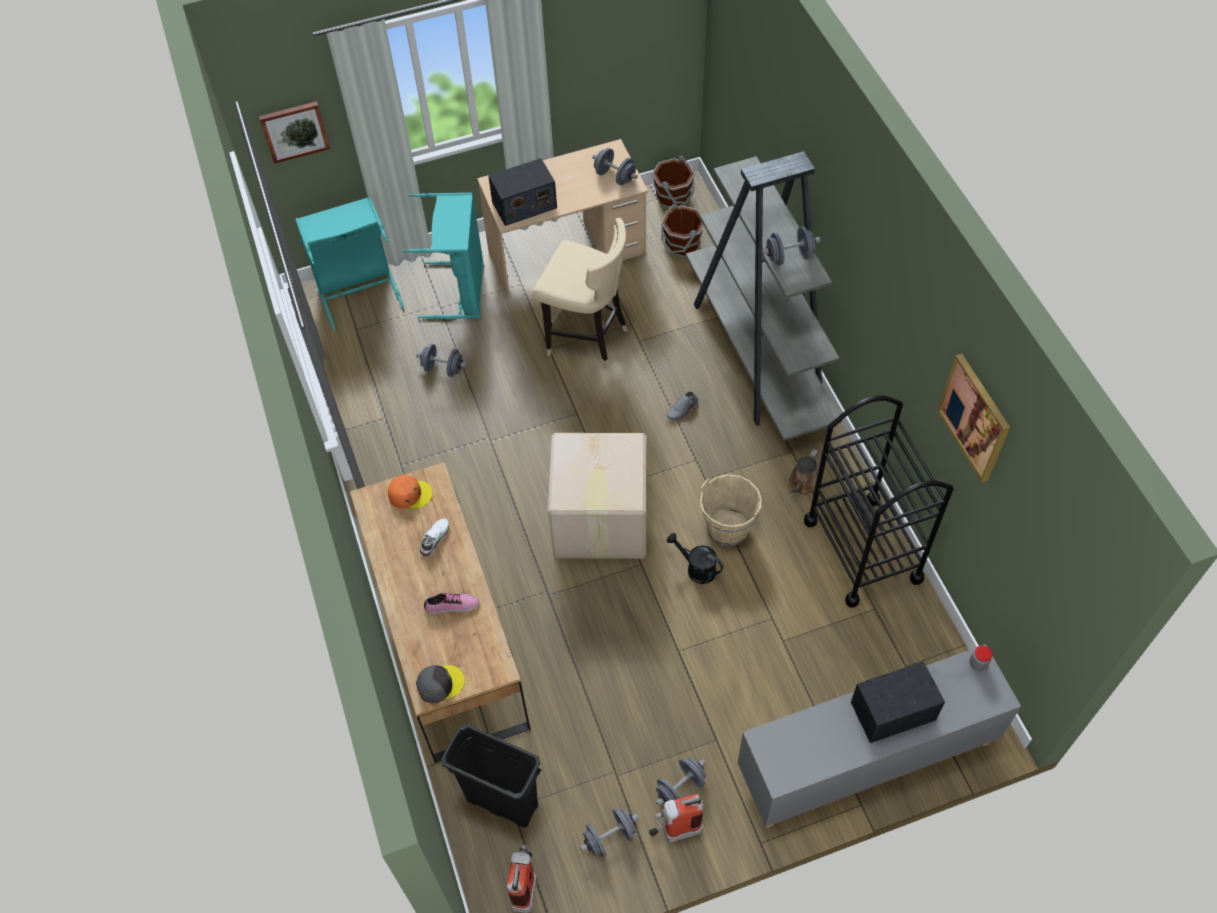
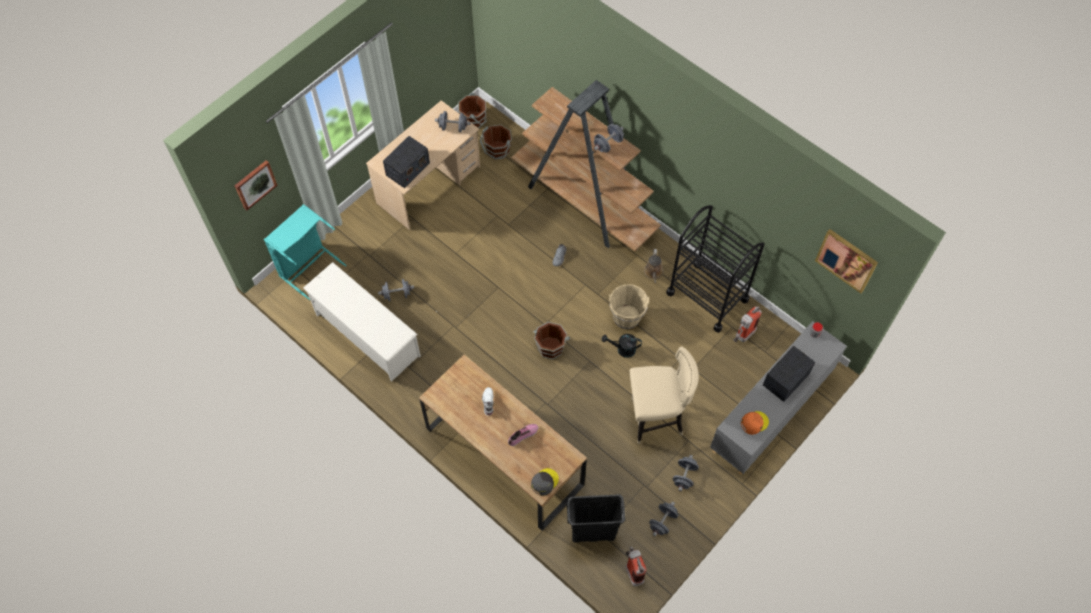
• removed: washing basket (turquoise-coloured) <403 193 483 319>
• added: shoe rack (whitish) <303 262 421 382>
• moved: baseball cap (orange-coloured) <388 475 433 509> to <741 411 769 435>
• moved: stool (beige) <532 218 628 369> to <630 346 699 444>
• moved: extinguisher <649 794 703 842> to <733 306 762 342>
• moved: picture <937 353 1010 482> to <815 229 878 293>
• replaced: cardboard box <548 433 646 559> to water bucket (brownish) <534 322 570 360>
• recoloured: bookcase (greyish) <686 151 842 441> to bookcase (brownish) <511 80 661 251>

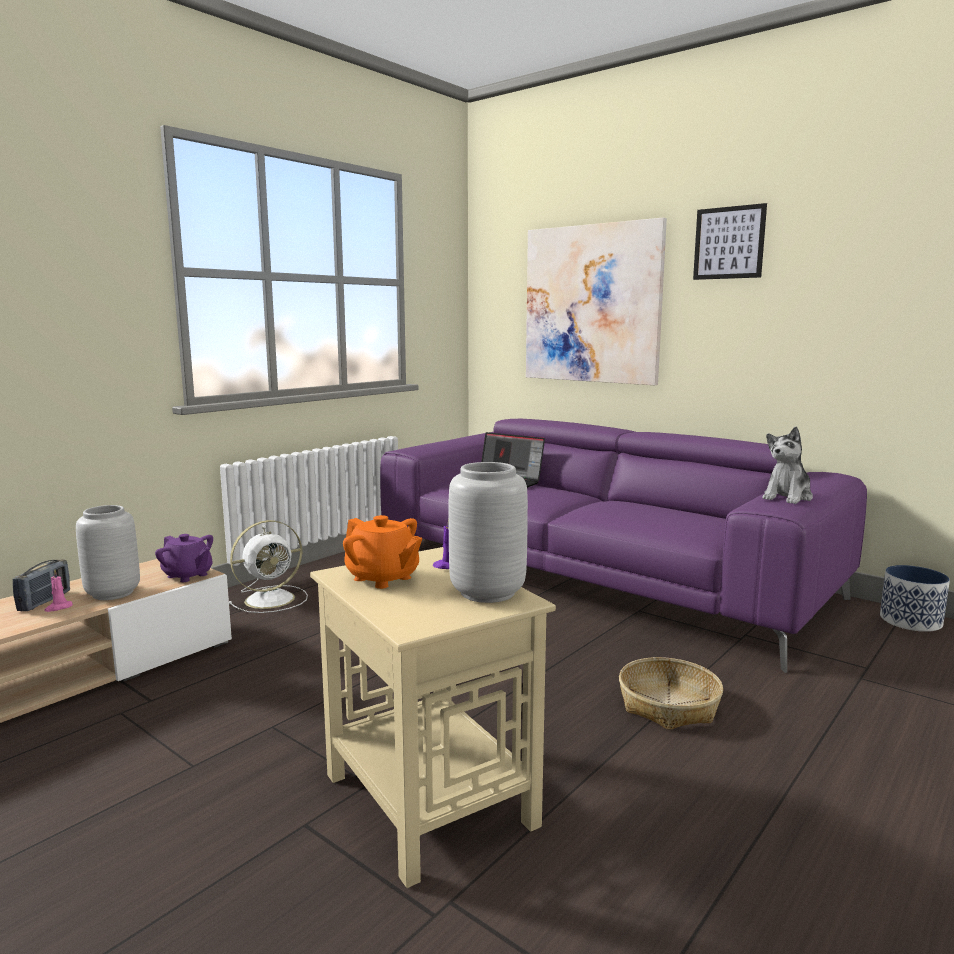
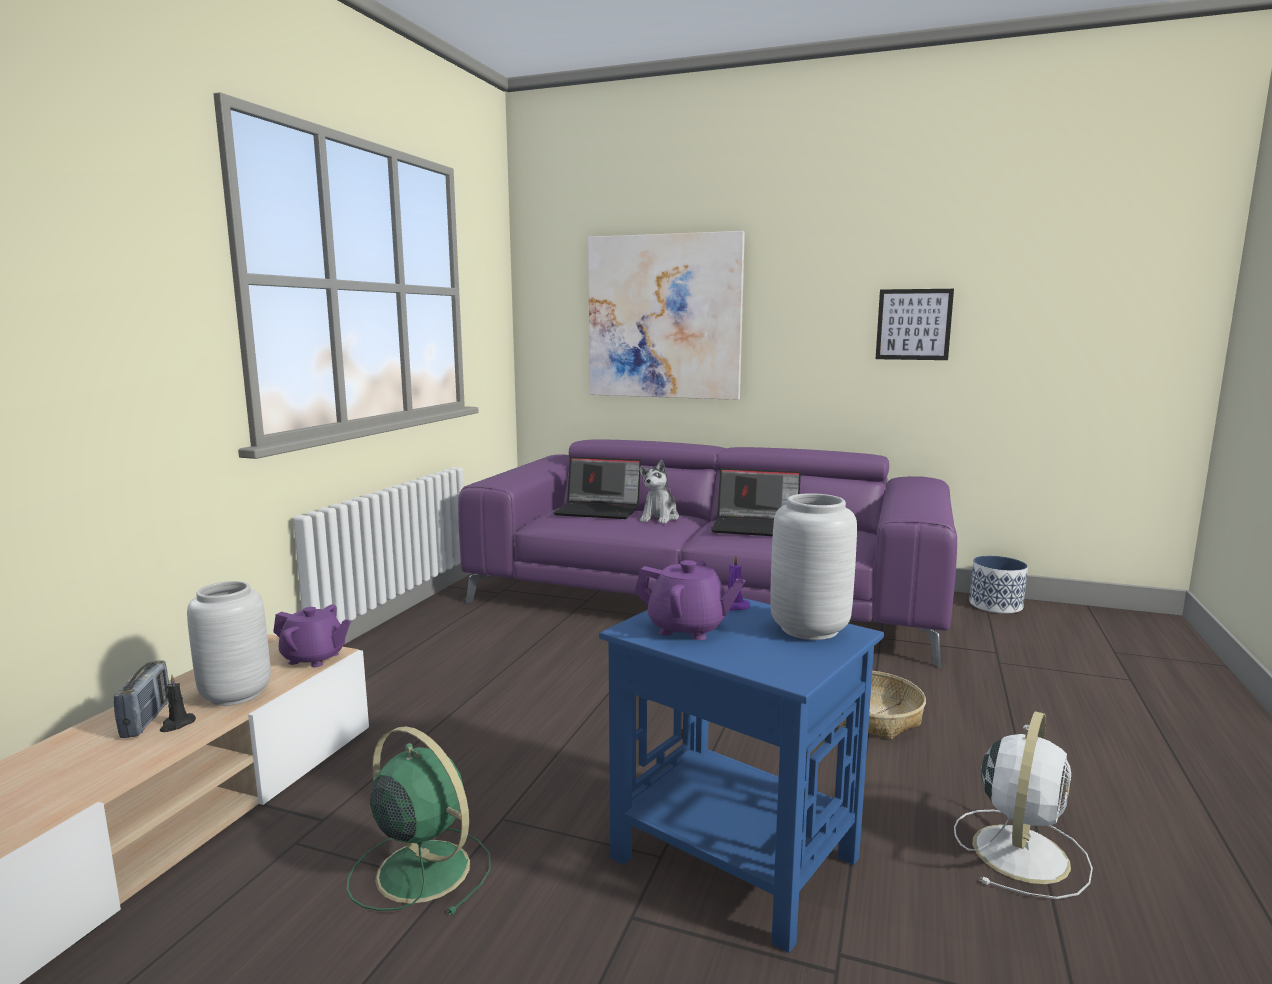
• added: fan (green-coloured) <347 726 491 915>
• added: notebook computer <711 468 801 536>
• moved: fan (whitish) <229 520 308 613> to <954 711 1093 899>
• moved: picture <693 203 767 280> to <876 289 954 360>
• moved: soft toy <762 427 813 504> to <640 460 679 524>
• recoloured: wax candle (pink-coloured) <44 569 73 612> to wax candle (blackish) <159 675 196 732>
• recoloured: end table (beige) <310 547 556 888> to end table (blue-coloured) <599 598 884 953>
• recoloured: tea pot (orange-coloured) <343 515 422 589> to tea pot (purple-coloured) <634 560 745 640>

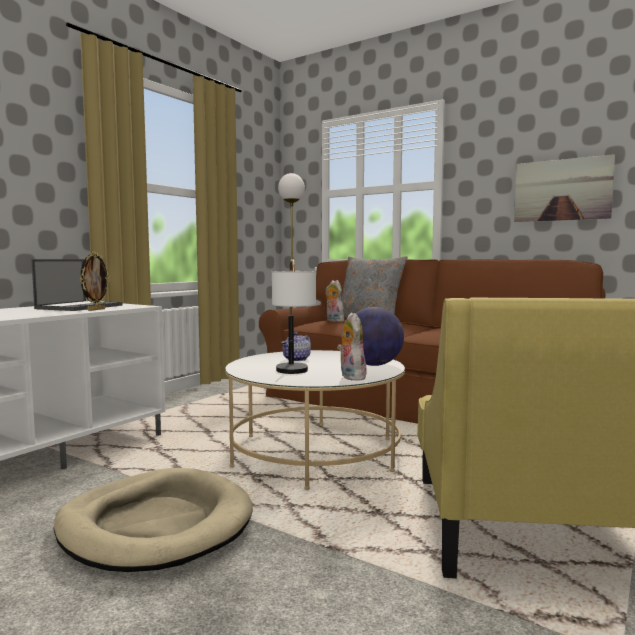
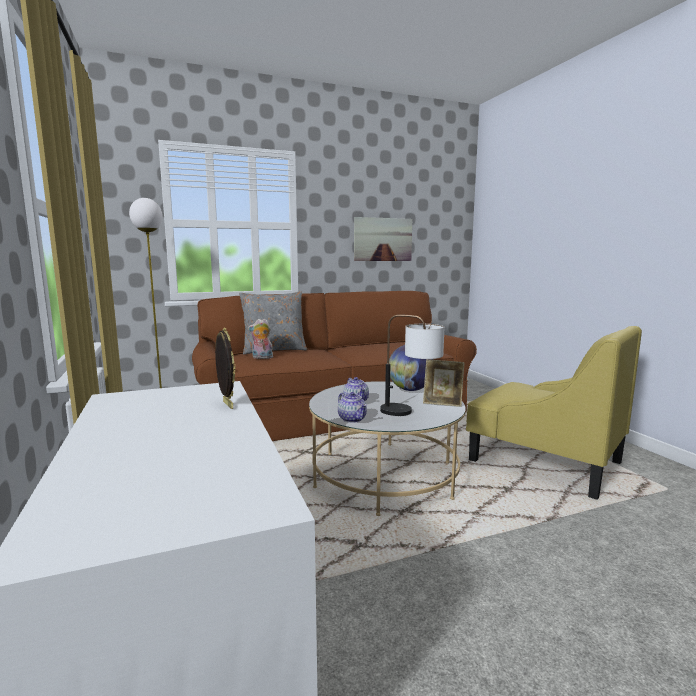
• removed: notebook computer <31 259 123 311>
• removed: dog cushion (beige) <53 468 253 572>
• added: tea pot <338 392 367 423>
• replaced: soft toy <337 312 367 381> to picture frame <423 359 465 407>

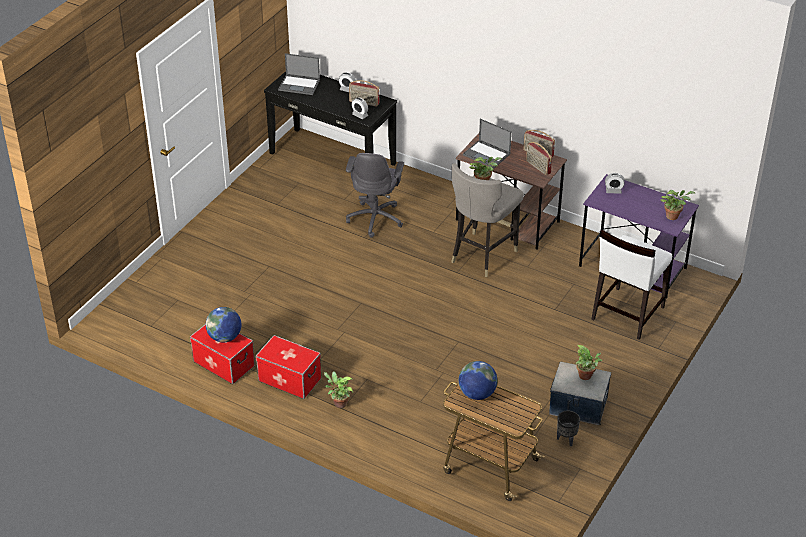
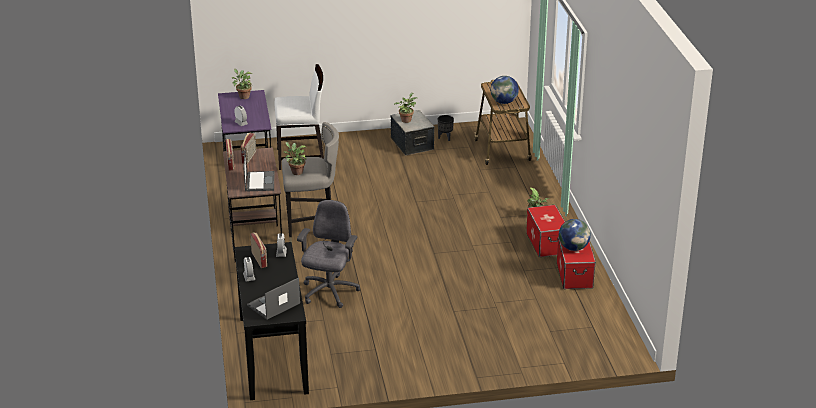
• turned: notebook computer <278 53 320 95> = <247 278 300 320> 105 degrees counterclockwise
• turned: office chair (greyish) <346 153 404 238> = <297 200 360 308> 45 degrees counterclockwise

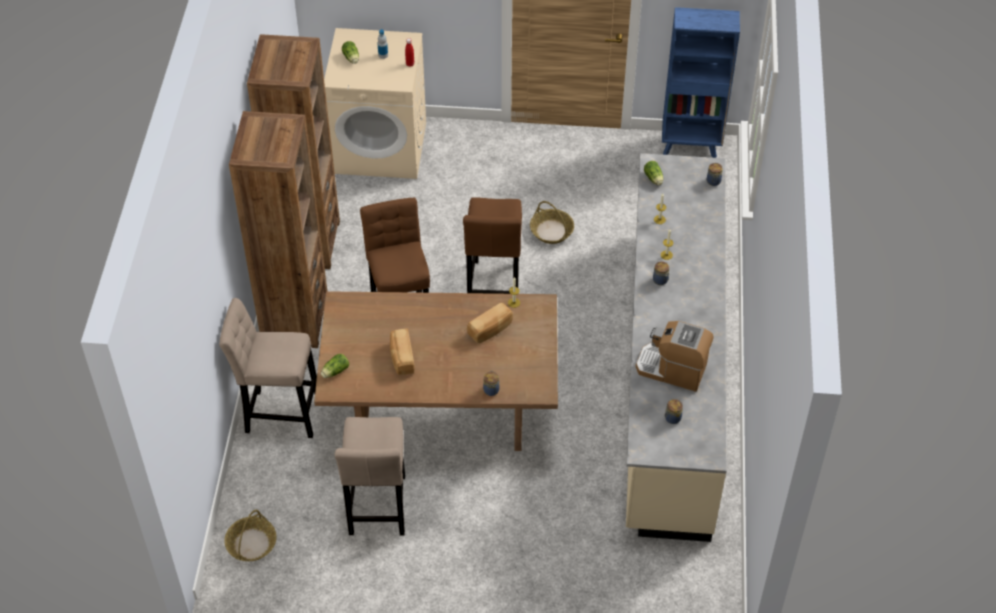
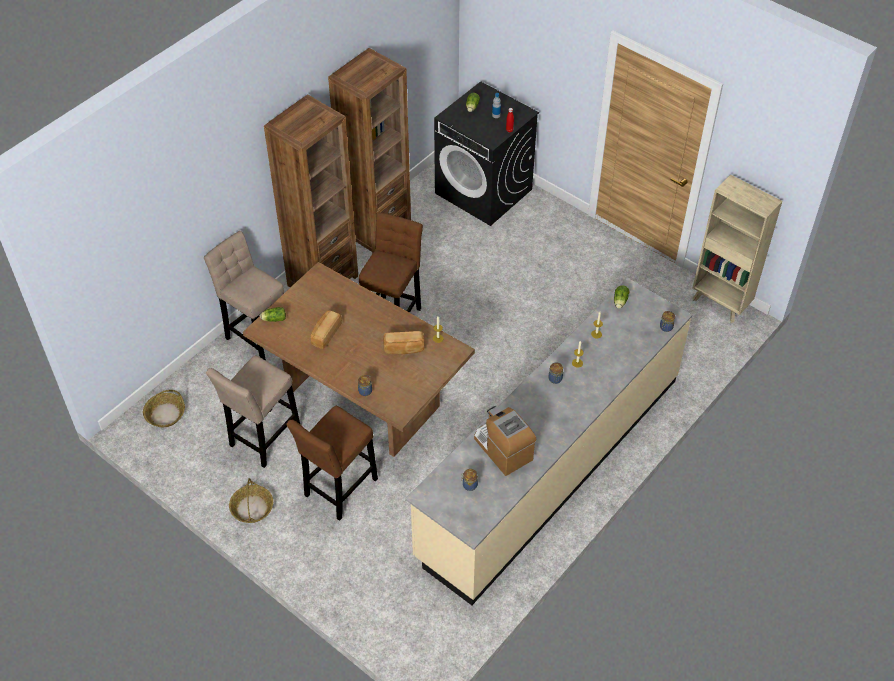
• moved: stool (brownish) <463 197 522 294> to <287 405 378 521>
• moved: storage basket <530 201 574 244> to <229 478 273 523>
• recoloured: washing machine (beige) <324 28 426 179> to washing machine (blackish) <434 81 539 226>
• recoloured: bookcase (blue-coloured) <662 7 740 158> to bookcase (beige) <692 174 782 323>

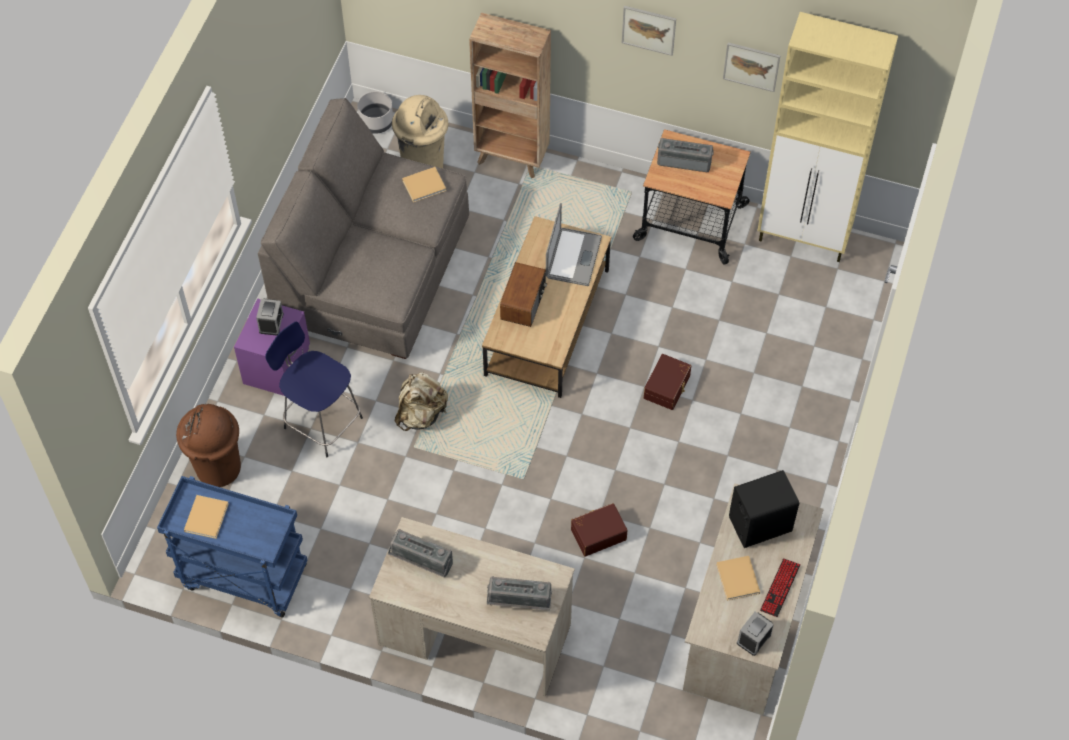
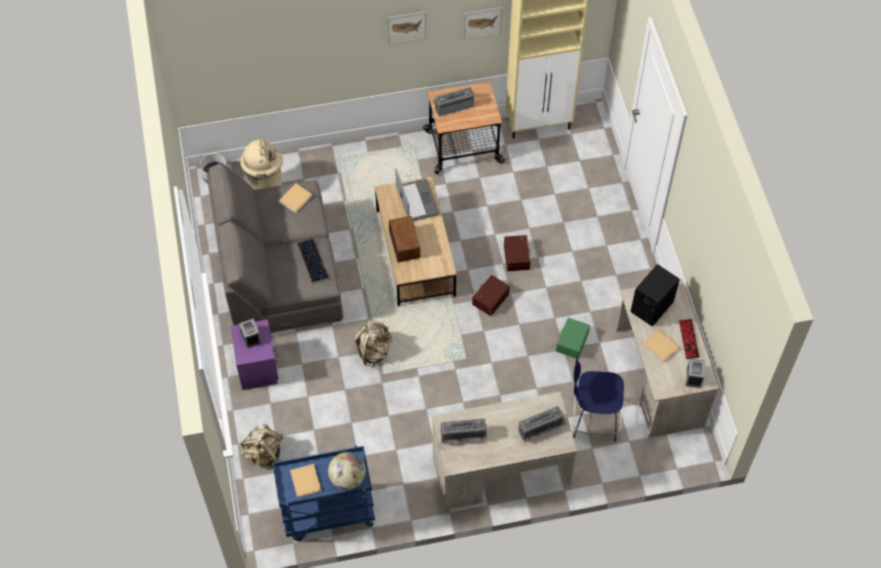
• removed: bookcase (brownish) <469 13 551 178>
• added: computer keyboard <298 239 328 283>
• added: globe <328 452 366 490>
• added: storage container (green-coloured) <556 318 590 359>
• moved: stool (blue-coloured) <265 322 363 457> to <573 357 624 442>
• moved: storage container (brownish) <571 503 628 557> to <472 275 510 316>
• replaced: rubbish bin (brownish) <176 404 241 487> to rucksack (beige) <240 424 283 467>

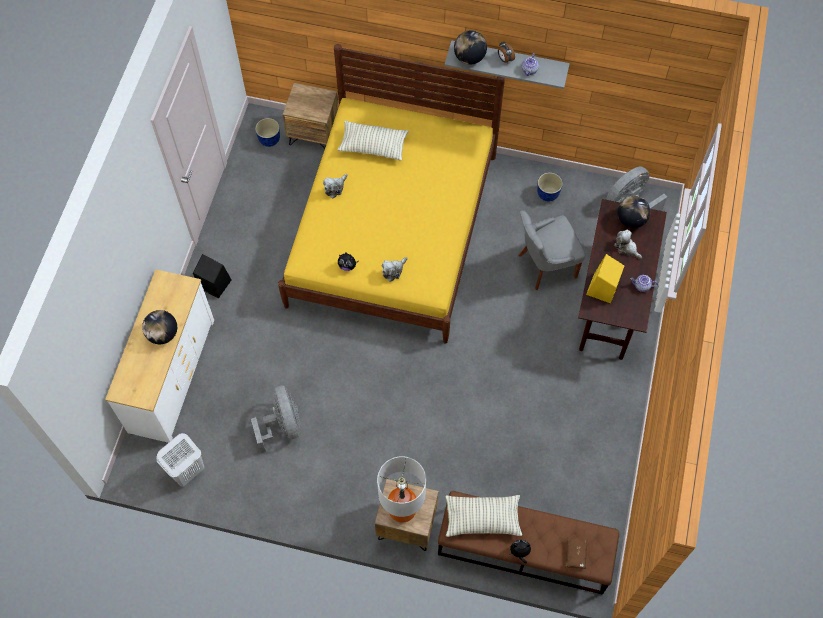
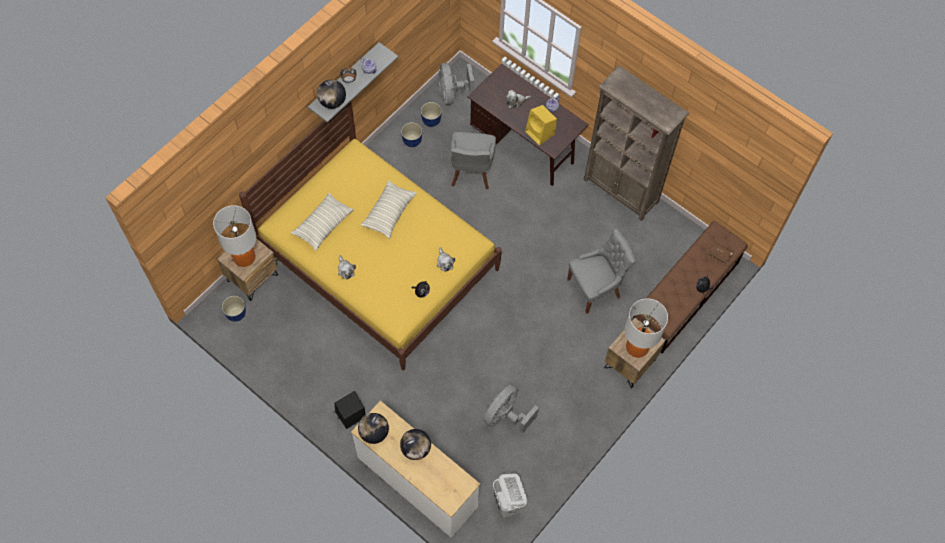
• added: tabletop lamp <213 205 256 267>
• added: plant pot <421 102 442 127>
• added: chair (greyish) <567 228 636 314>
• added: bookcase (brownish) <583 66 689 221>
• moved: cushion <445 495 522 537> to <361 180 416 239>
• moved: globe <617 196 650 228> to <358 413 389 444>
• turned: fan (greyish) <251 385 300 453> = <483 385 539 433> 60 degrees counterclockwise

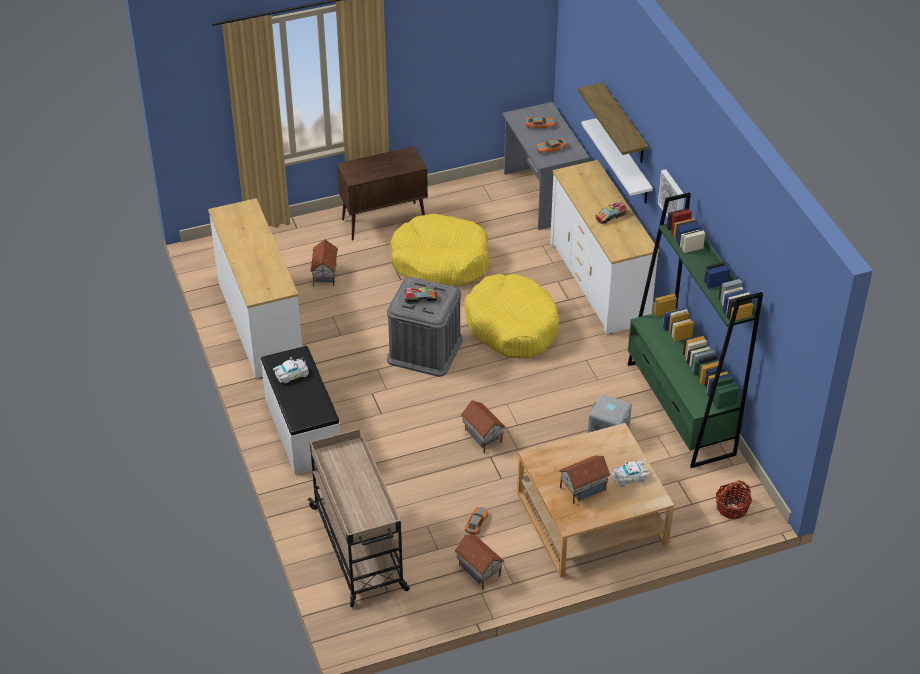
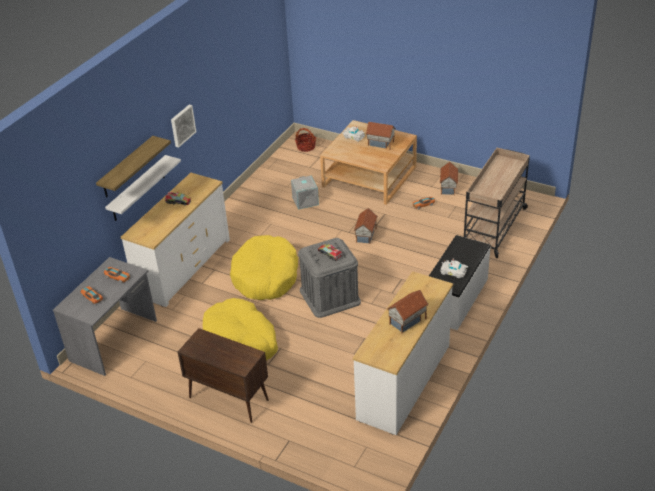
• removed: bookcase (green-coloured) <628 193 763 468>
• moved: toy house <310 239 338 287> to <387 290 428 333>

